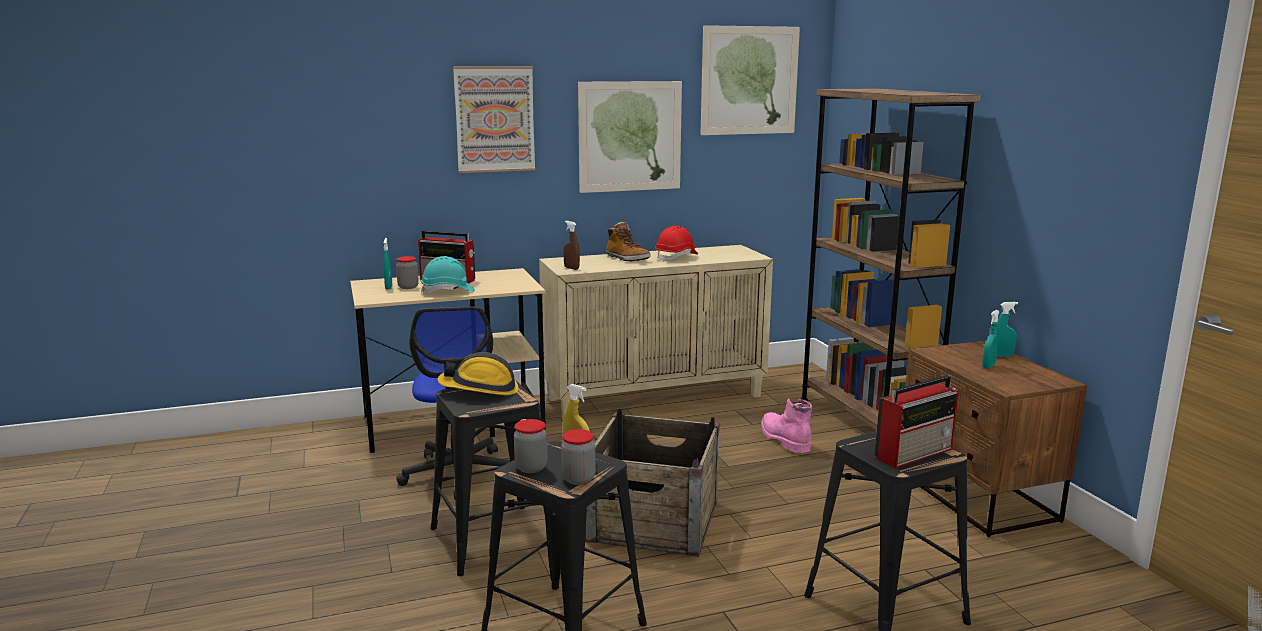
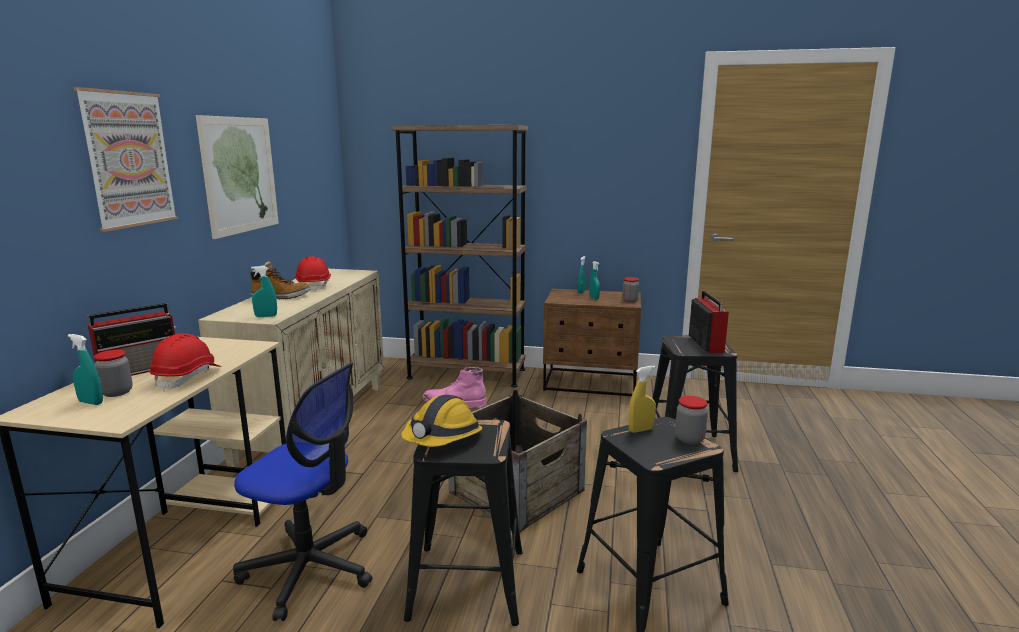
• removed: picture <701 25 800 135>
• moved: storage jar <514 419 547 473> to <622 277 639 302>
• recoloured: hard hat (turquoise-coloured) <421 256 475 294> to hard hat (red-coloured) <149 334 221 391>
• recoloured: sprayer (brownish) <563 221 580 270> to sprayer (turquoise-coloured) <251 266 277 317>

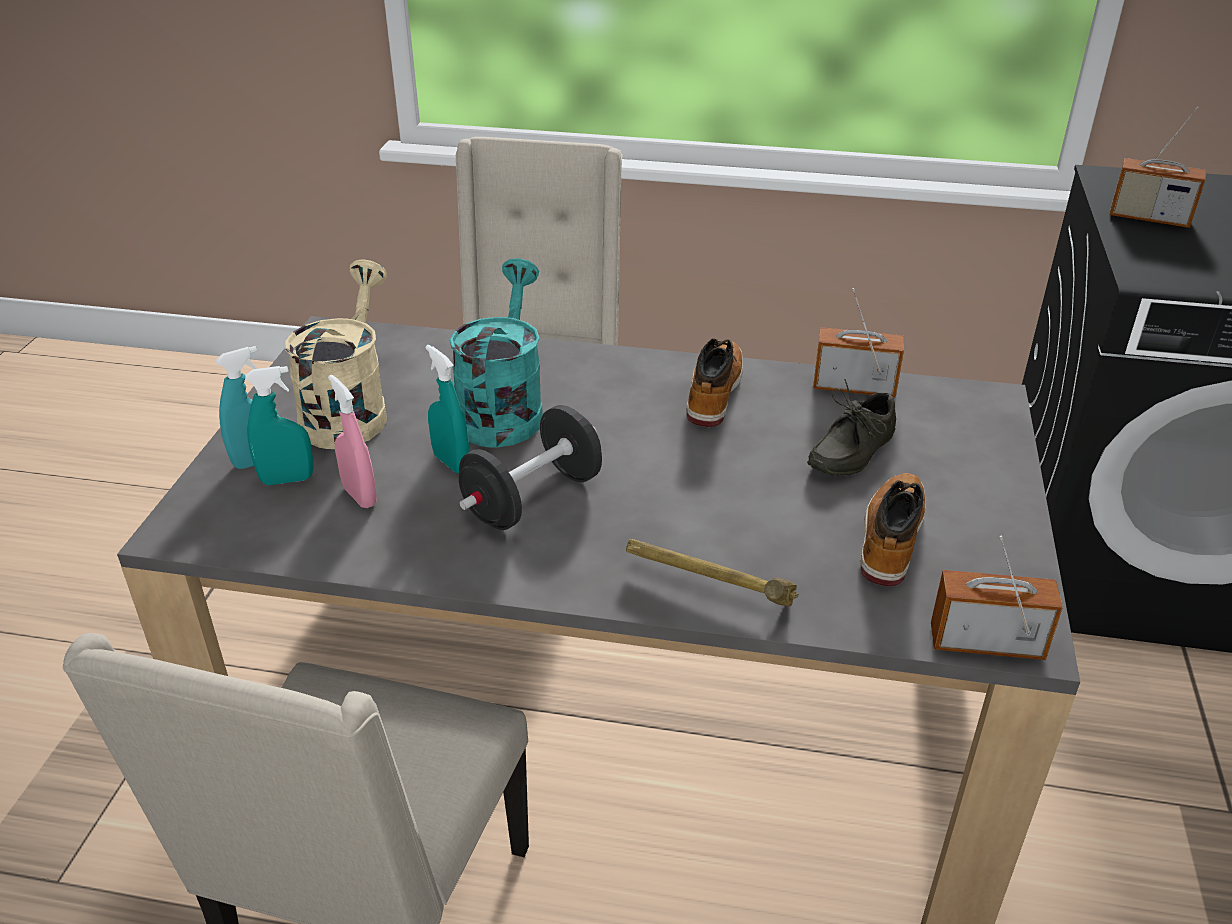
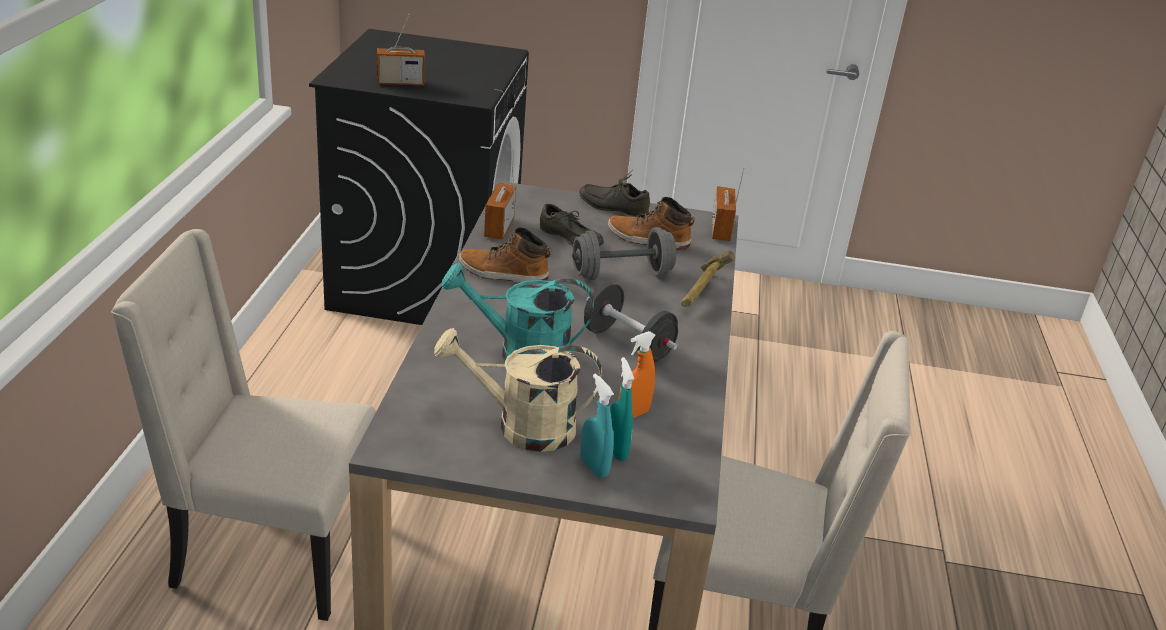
• removed: sprayer (turquoise-coloured) <426 344 469 473>
• added: free weight (greyish) <572 227 676 280>
• added: shoe (greyish) <579 170 650 217>
• recoloured: sprayer (pink-coloured) <328 375 377 508> to sprayer (orange-coloured) <618 331 656 418>
• turned: radio receiver <1110 106 1206 228> = <377 13 425 86> 60 degrees clockwise

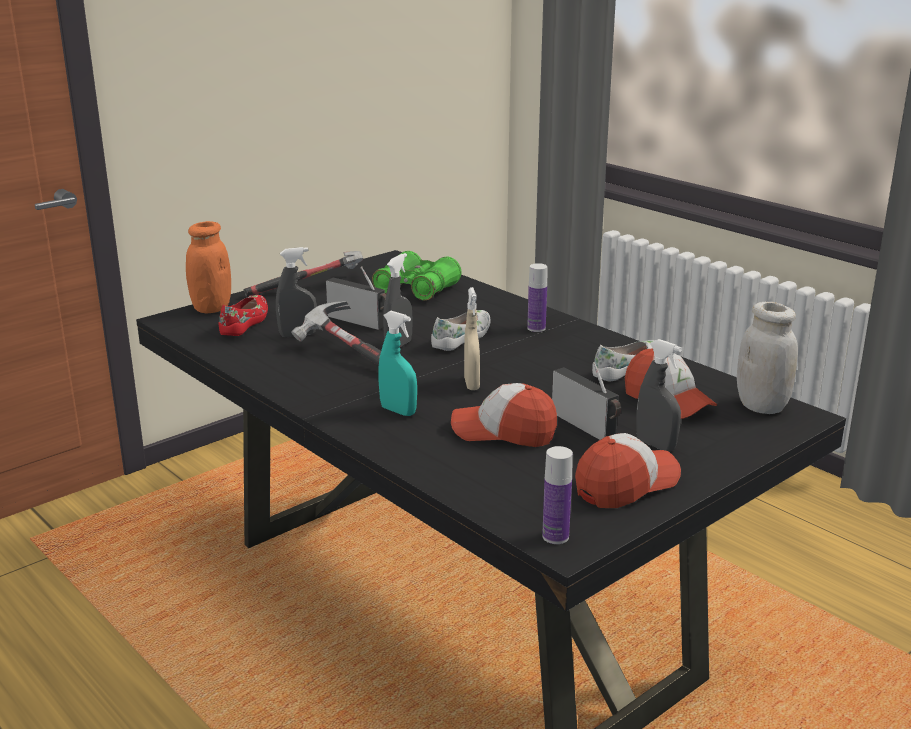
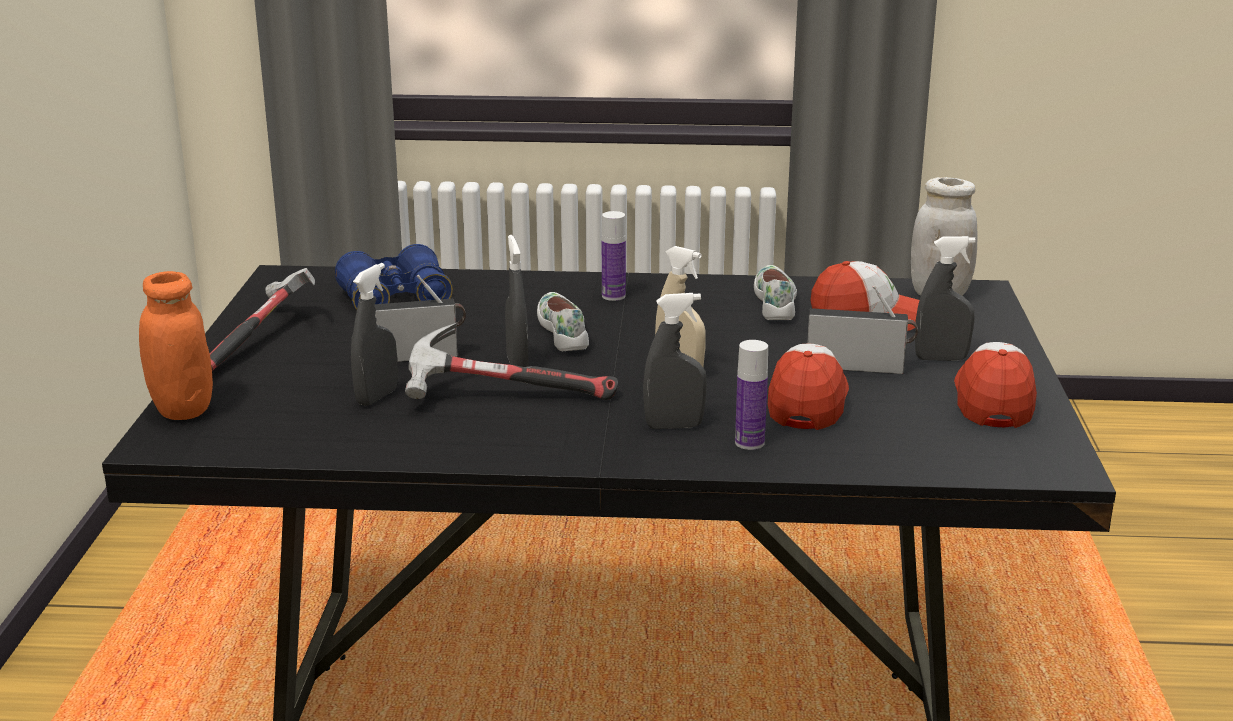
• removed: shoe (red-coloured) <219 295 268 336>
• moved: bottle <542 446 573 544> to <735 340 768 450>
• recoloured: field glasses (green-coloured) <372 251 461 300> to field glasses (blue-coloured) <335 244 453 311>
• recoloured: sprayer (turquoise-coloured) <378 311 417 416> to sprayer (greyish) <643 293 707 429>
• turned: baseball cap <451 383 557 447> = <768 344 849 430> 135 degrees clockwise

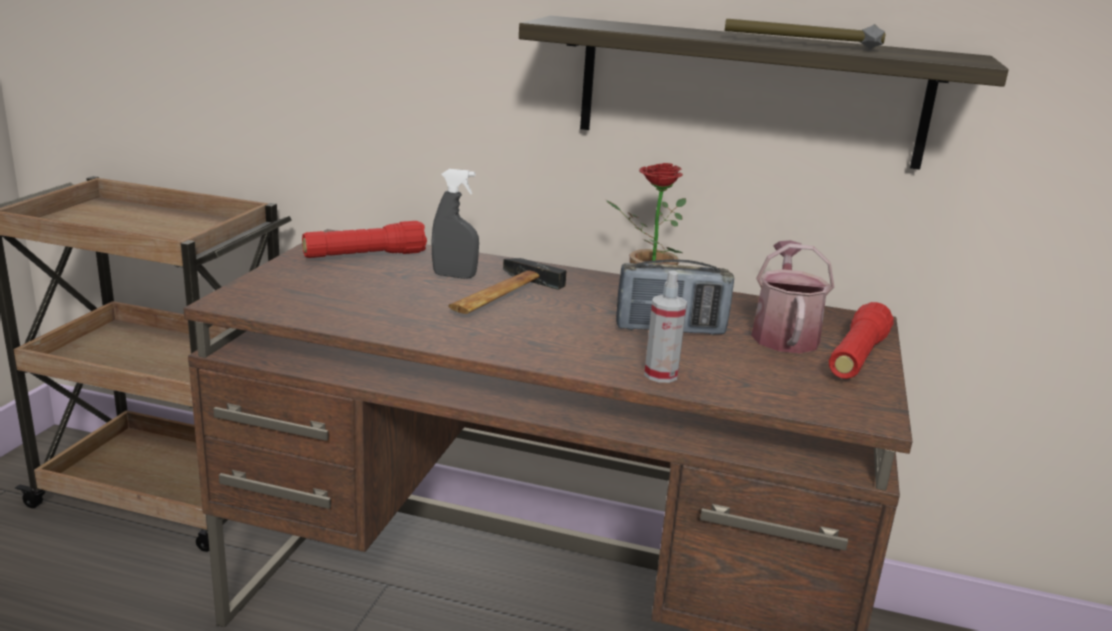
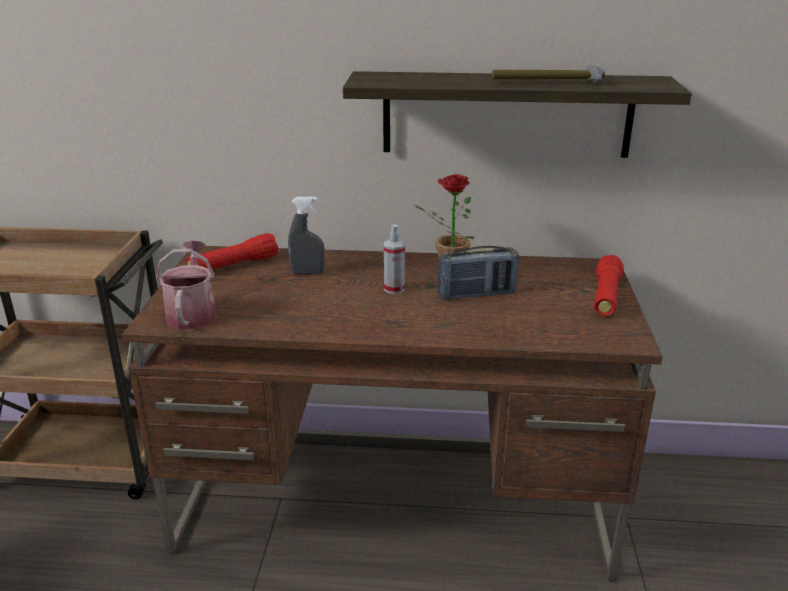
• removed: hand hammer <448 258 567 314>
• moved: sprayer <644 271 687 383> to <384 224 405 294>
• moved: watering pot <751 240 834 353> to <156 240 217 330>

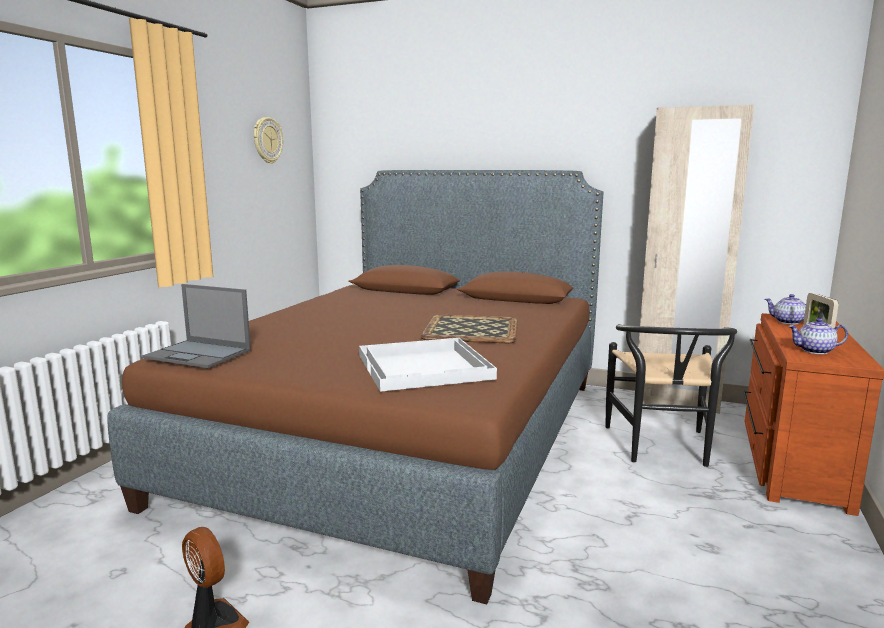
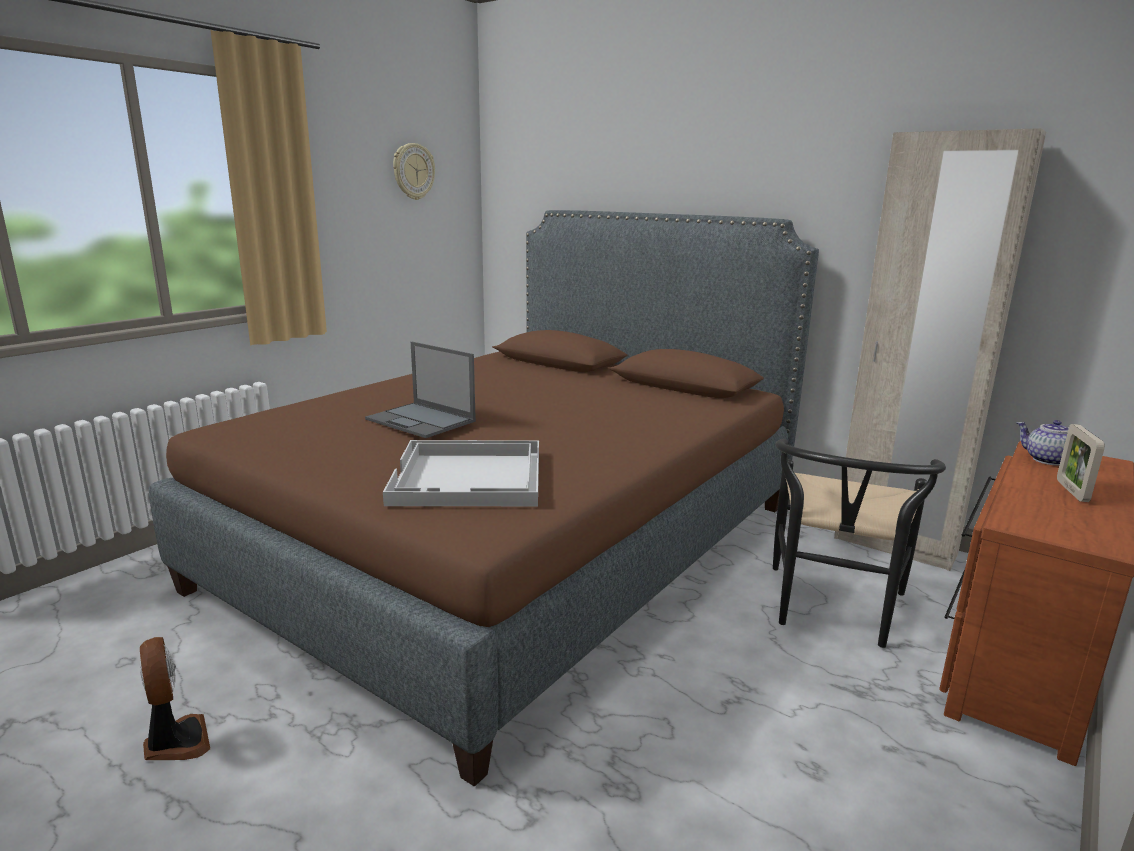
• removed: serving tray <421 315 518 343>
• removed: tea pot <788 318 848 354>
• moved: notebook computer <142 284 251 368> to <365 342 476 438>

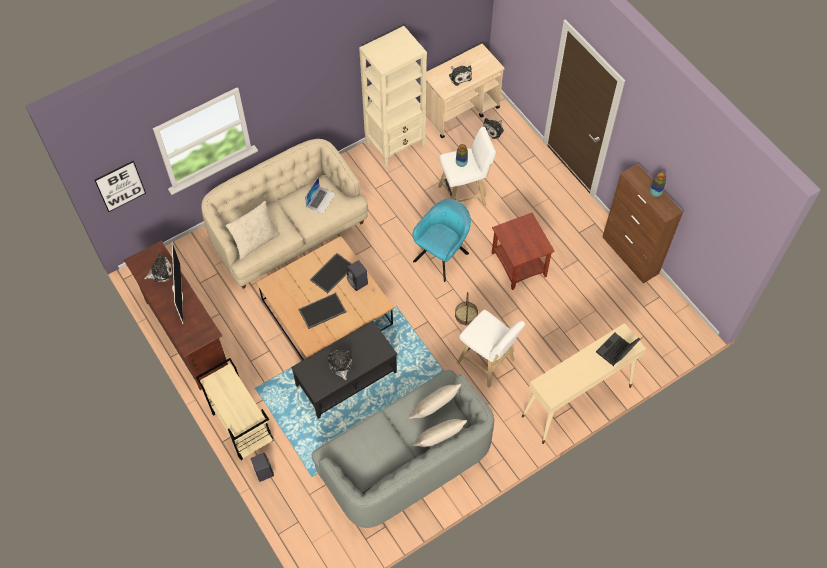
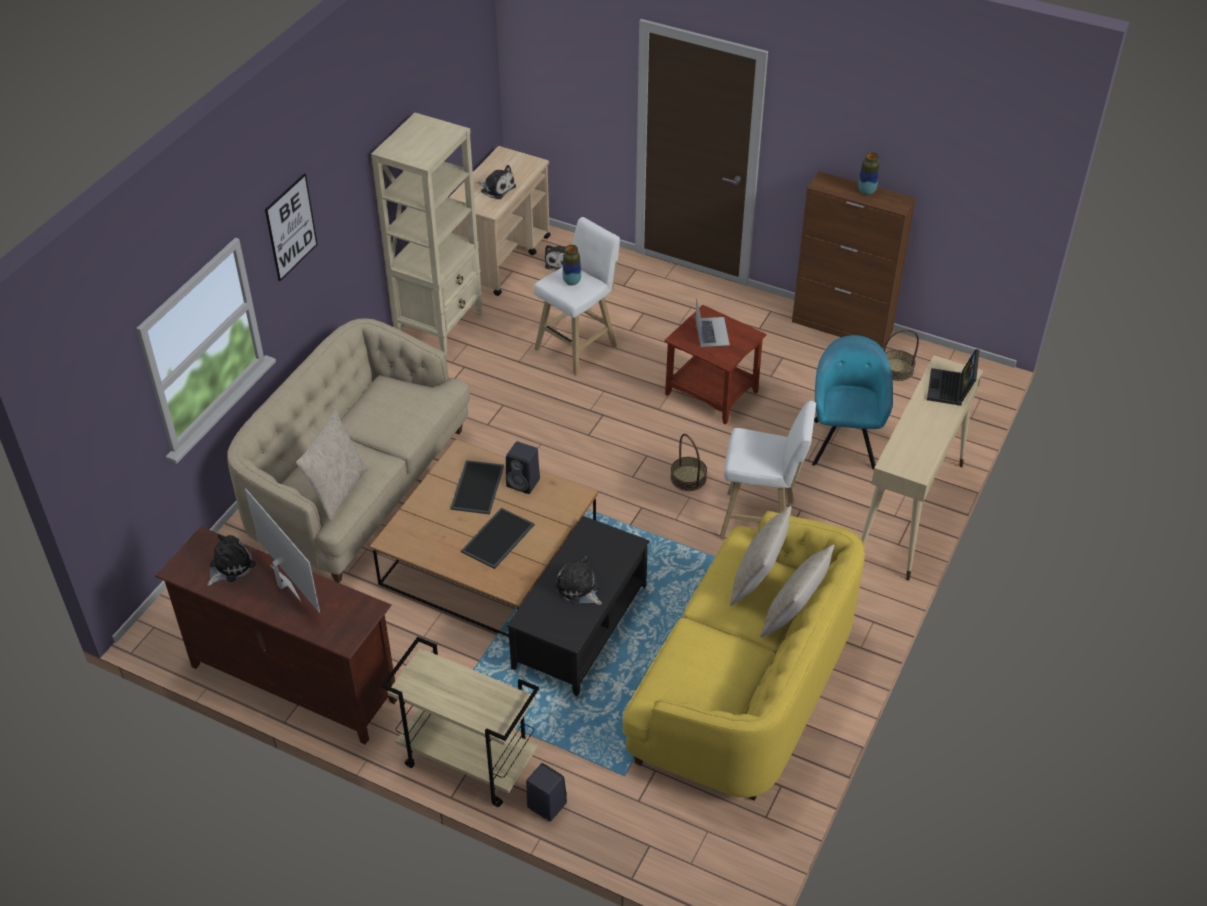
• added: storage basket <883 329 919 381>
• moved: picture <94 161 146 212> to <265 173 318 281>
• moved: notebook computer <305 177 336 214> to <695 300 730 347>
• moved: lounge chair (turquoise-coloured) <413 199 471 282> to <812 335 893 470>
• recoloured: sofa (greyish) <312 370 494 528> to sofa (yellowish) <622 511 865 801>

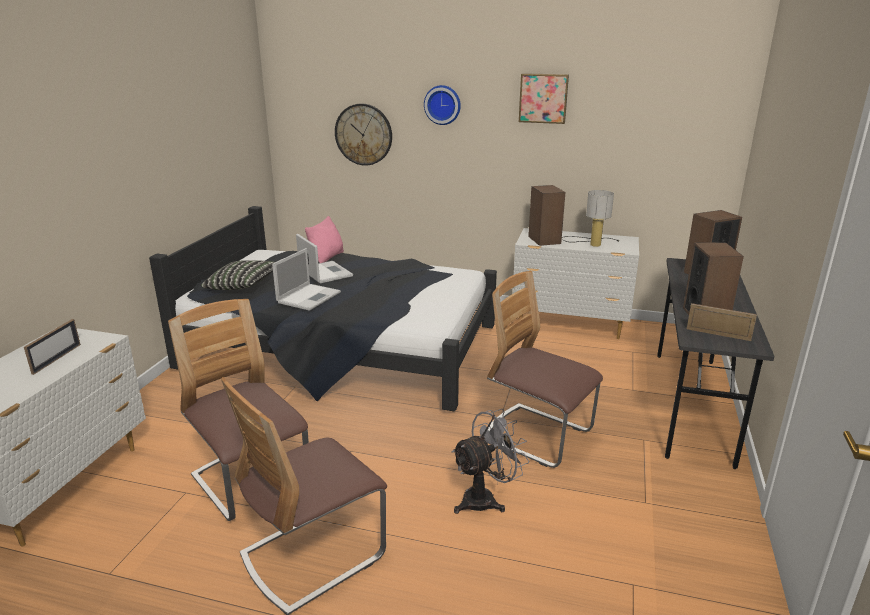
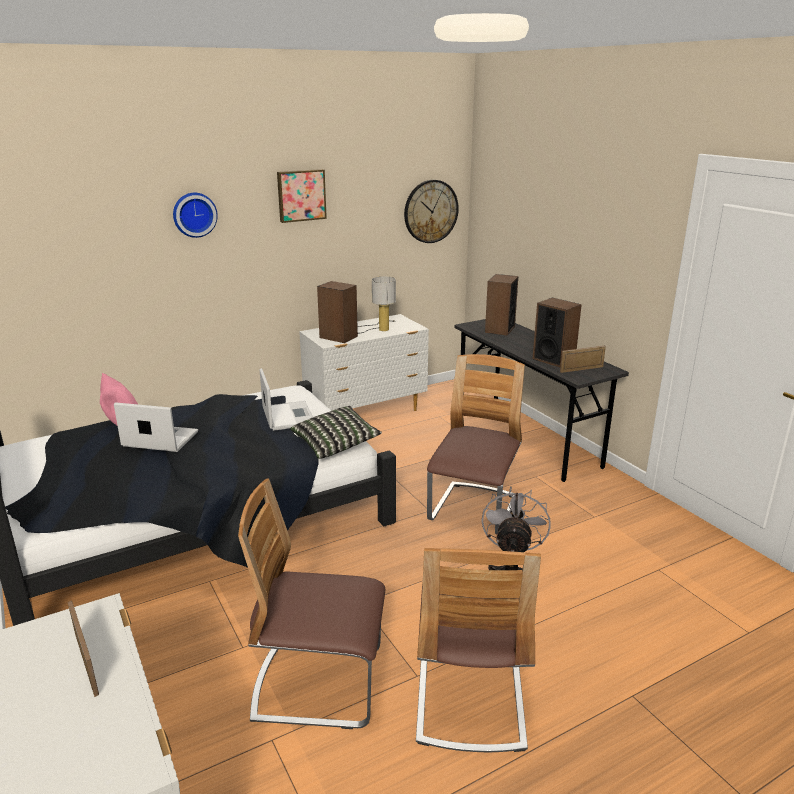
• moved: cushion <201 260 275 290> to <290 406 382 459>
• moved: notebook computer <272 248 341 311> to <260 368 313 431>
• moved: wall clock <335 103 392 166> to <404 180 459 243>
• turned: chair <487 271 603 468> = <427 354 525 534> 120 degrees clockwise

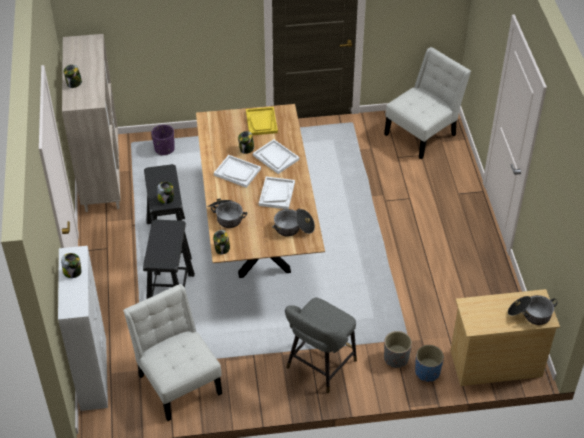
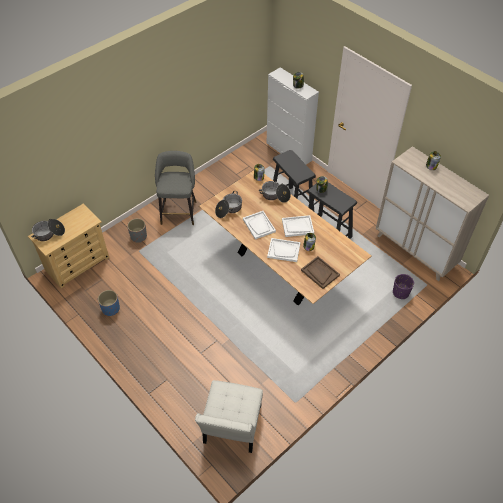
• removed: chair (whitish) <123 284 222 421>
• moved: plant pot (blue-coloured) <415 345 444 382> to <98 290 120 316>
• recoloured: serving tray (yellowish) <246 107 278 135> to serving tray (brownish) <301 256 340 289>

